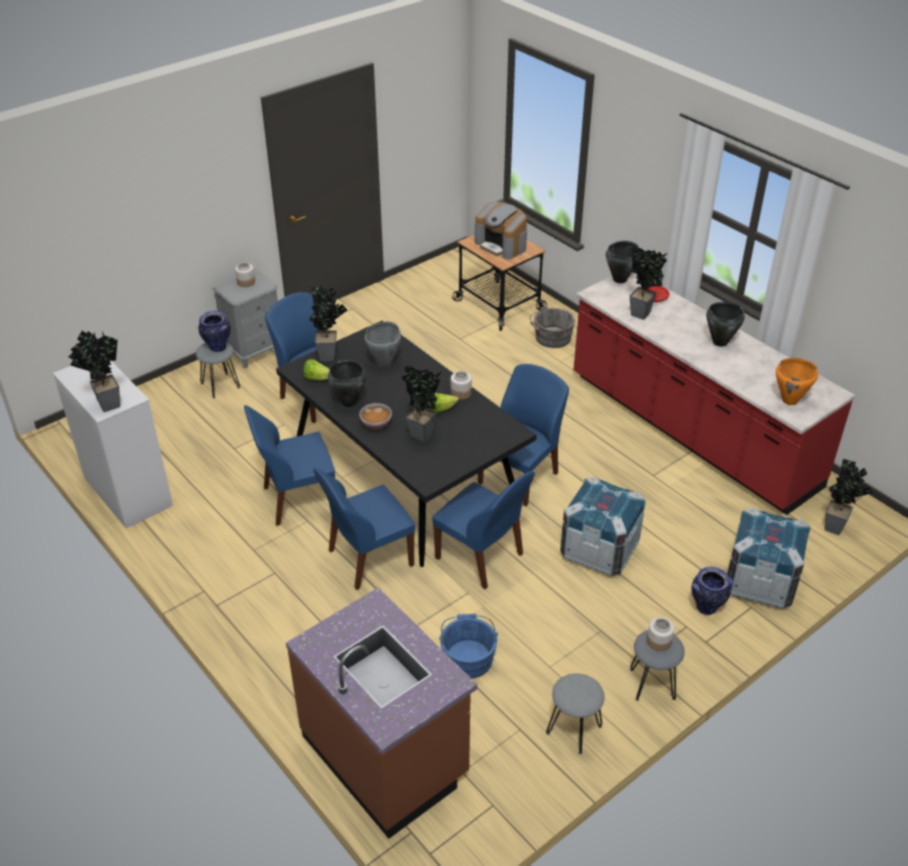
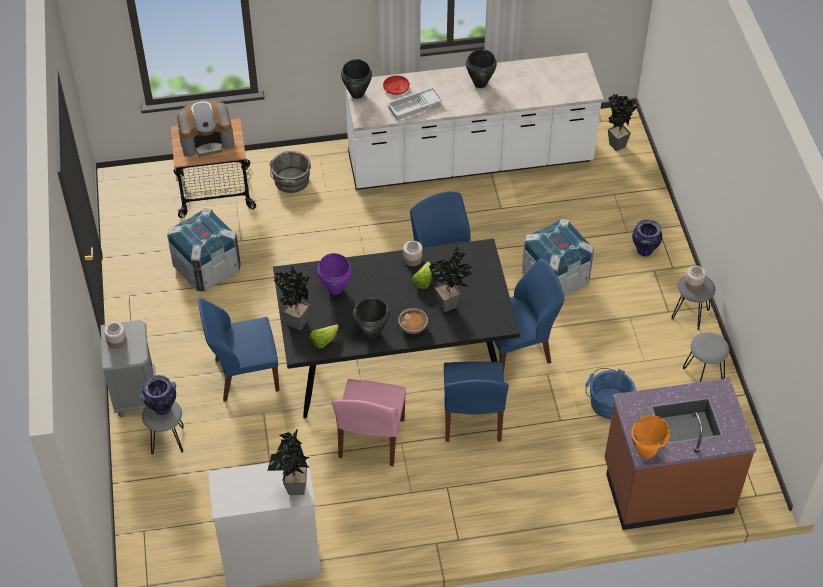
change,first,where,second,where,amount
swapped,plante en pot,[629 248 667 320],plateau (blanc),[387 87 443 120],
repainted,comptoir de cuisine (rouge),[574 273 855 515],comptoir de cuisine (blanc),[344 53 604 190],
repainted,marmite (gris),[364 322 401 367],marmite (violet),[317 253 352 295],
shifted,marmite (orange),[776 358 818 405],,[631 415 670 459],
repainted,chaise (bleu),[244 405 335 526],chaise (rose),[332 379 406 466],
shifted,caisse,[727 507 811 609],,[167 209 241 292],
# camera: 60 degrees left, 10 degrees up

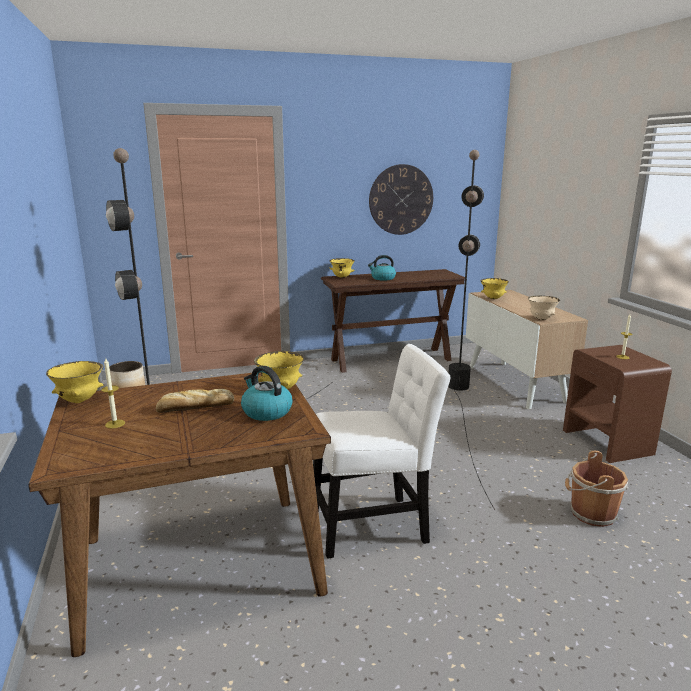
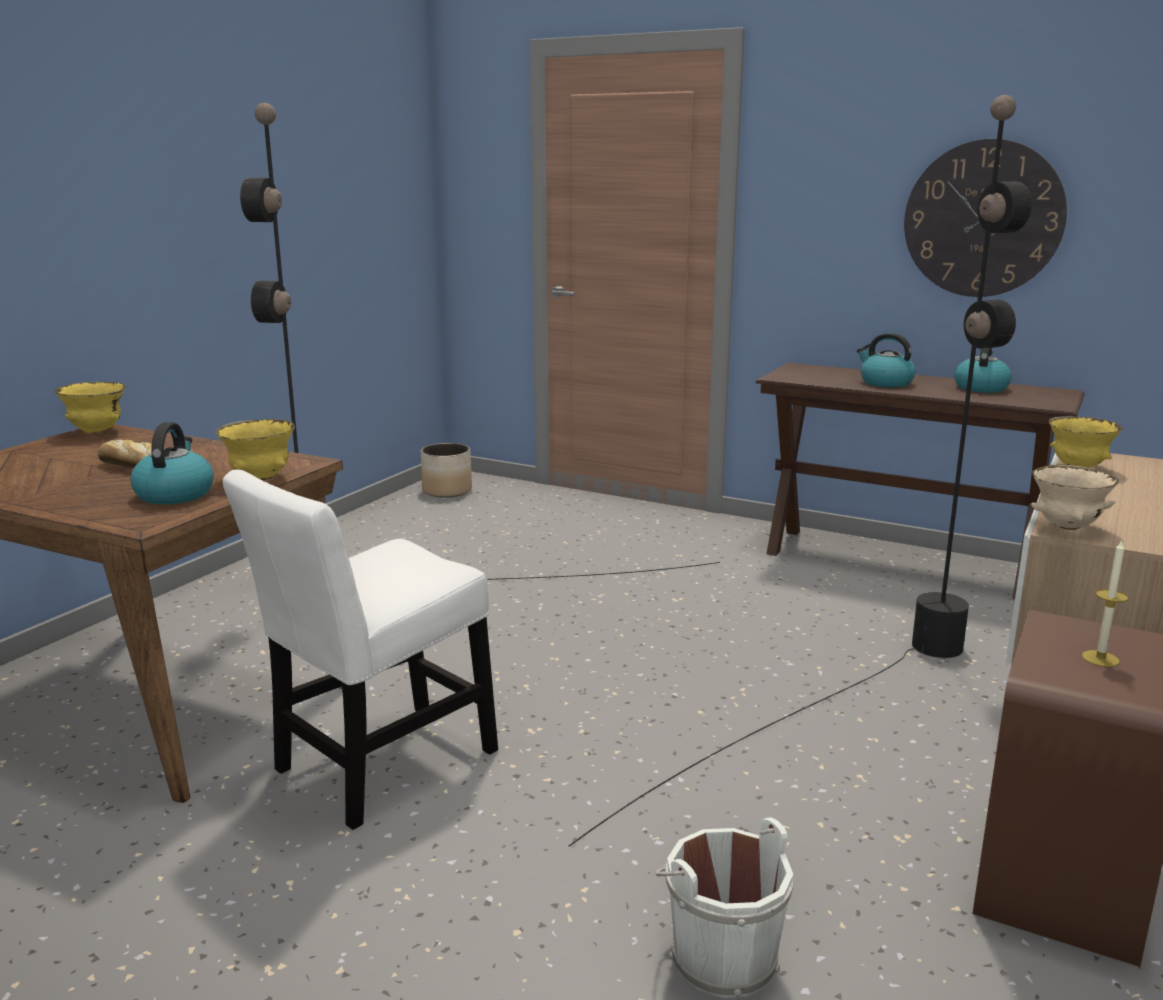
change,first,where,second,where,amount
gone,bol (jaune),[330 258 355 278],,,
rotated,chaise (blanc),[313 344 450 559],,[223 470 498 830],105 degrees clockwise
gone,bougie,[101 359 125 429],,,
repainted,seau (marron),[565 450 628 527],seau (blanc),[655 817 794 998],
new,,,bouilloire,[954 348 1012 393],
# camera: 45 degrees right, 0 degrees up

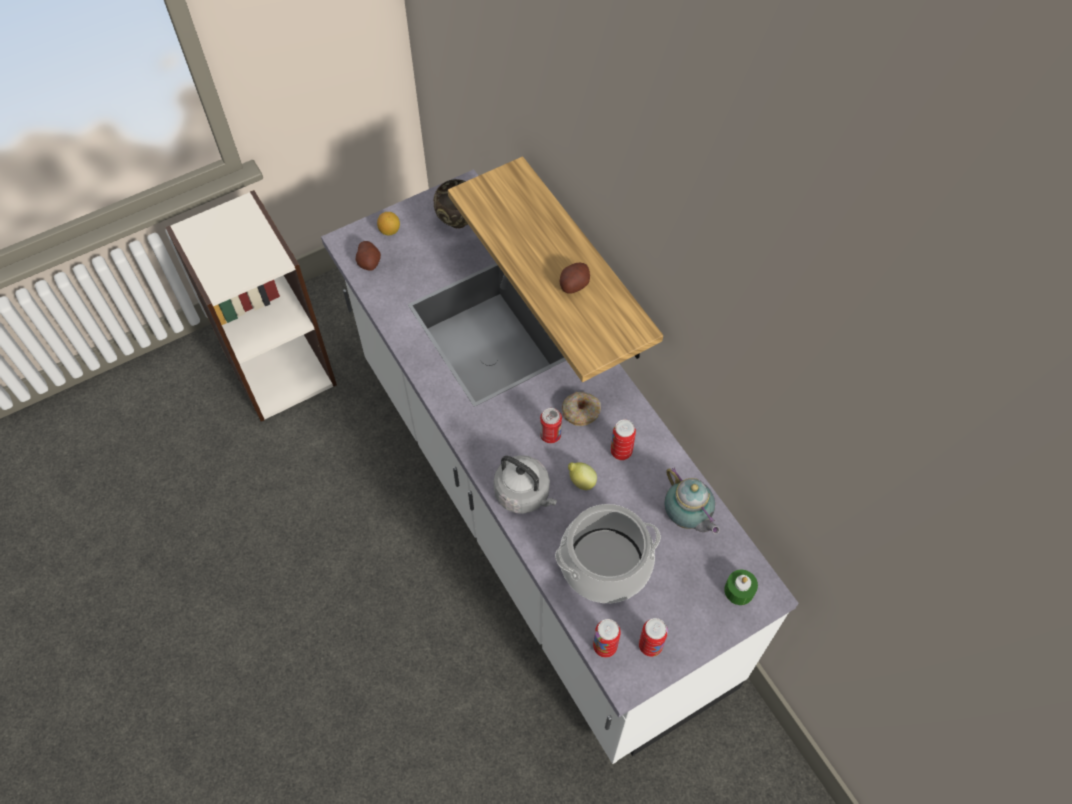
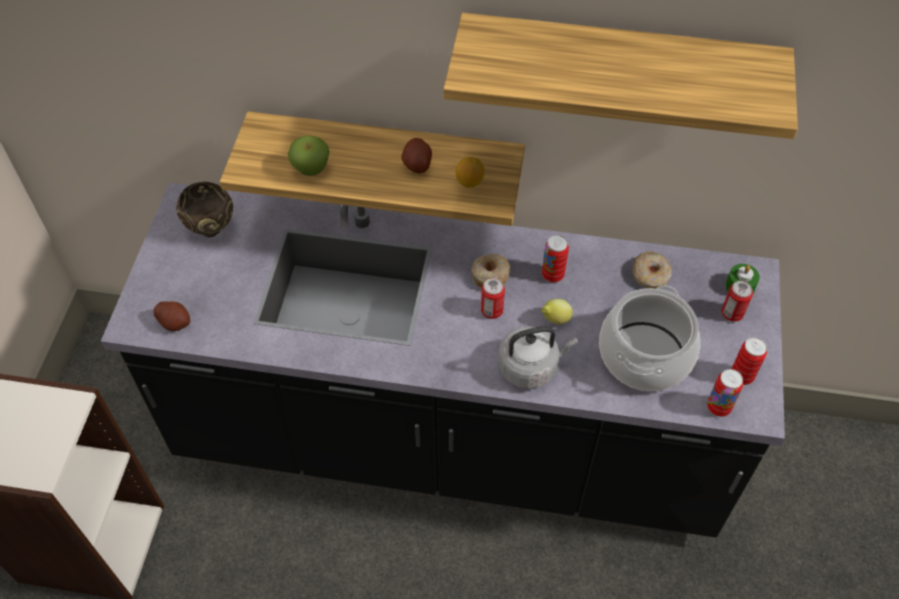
change,first,where,second,where,amount
repainted,comptoir de cuisine (blanc),[321 169 799 764],comptoir de cuisine (noir),[101 183 785 538],
shifted,citron,[377 212 400 235],,[455 157 485 188],
swapped,théière,[665 467 720 534],beignet,[633 252 672 288],
new,,,étagère,[443 13 798 139],
new,,,pomme,[288 135 330 176],
new,,,boîte métallique,[721 281 753 322],
# camera: 50 degrees left, 5 degrees down

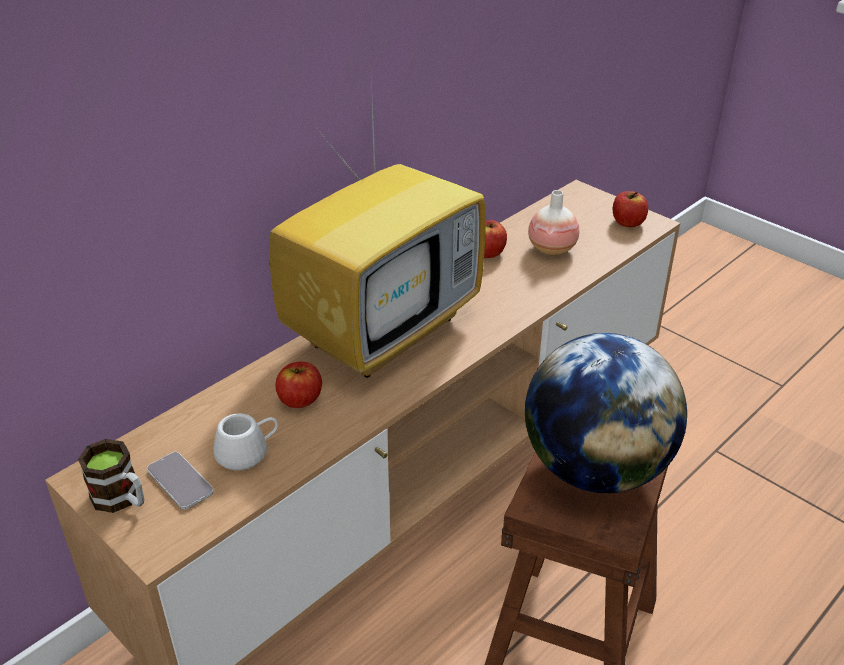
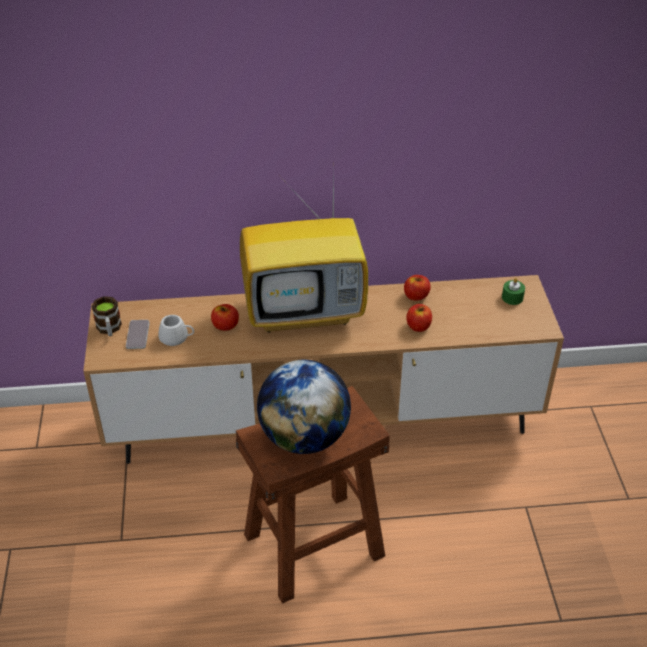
change,first,where,second,where,amount
gone,vase,[528 190 579 256],,,
shifted,pomme,[613 191 648 228],,[406 304 432 332],
new,,,bougie (vert),[502 278 525 305],
# camera: 40 degrees right, 5 degrees up

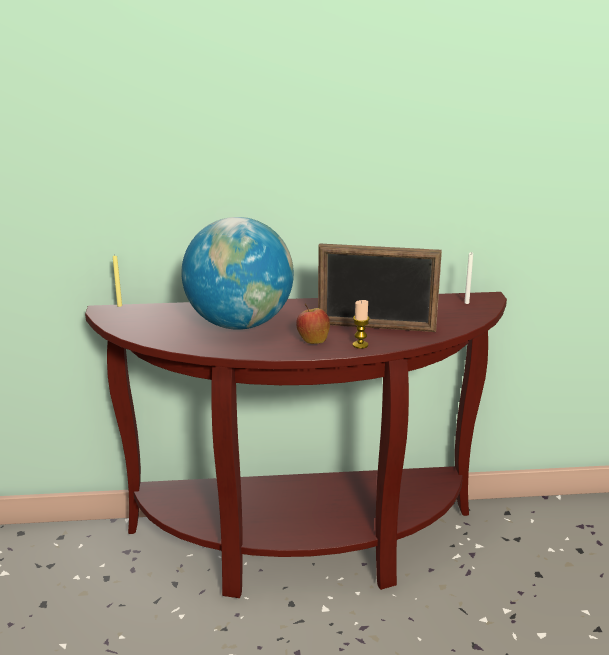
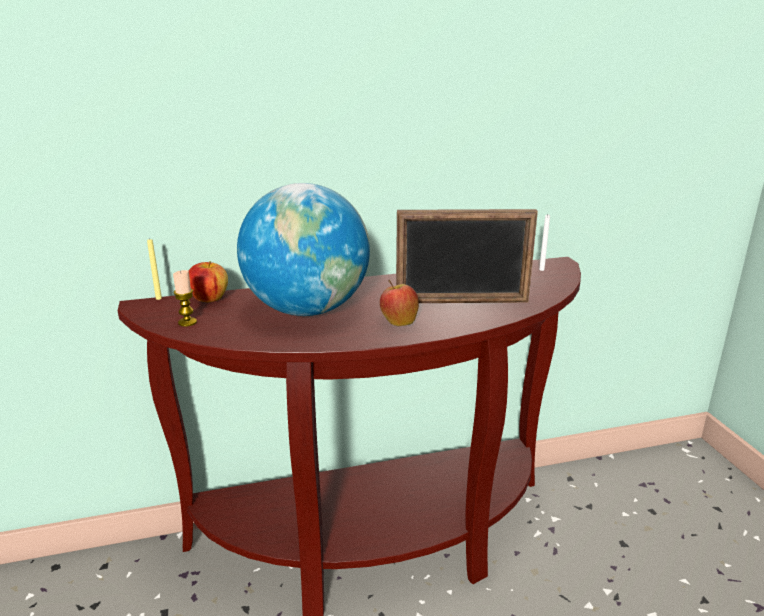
change,first,where,second,where,amount
shifted,bougie,[353 300 369 349],,[173 270 197 327],
new,,,pomme,[189 261 228 303],
# camera: 10 degrees left, 0 degrees up

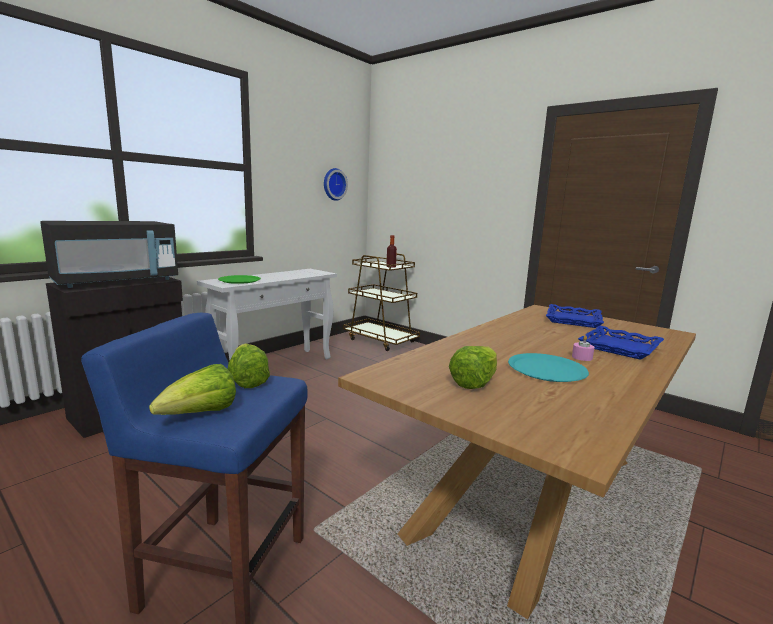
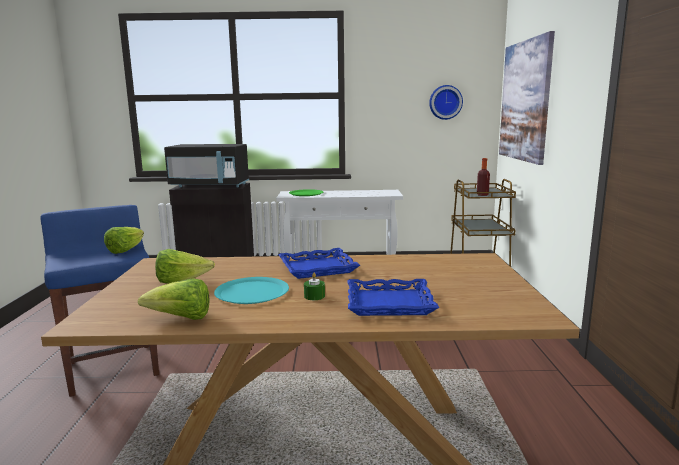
change,first,where,second,where,amount
shifted,plateau (bleu),[546 304 604 328],,[278 248 360 279],
repainted,bougie (rose),[572 335 595 361],bougie (vert),[304 273 325 300],
shifted,laitue,[149 364 236 415],,[138 278 210 320],
new,,,tableau,[499 31 555 165],
# camera: 50 degrees right, 0 degrees up

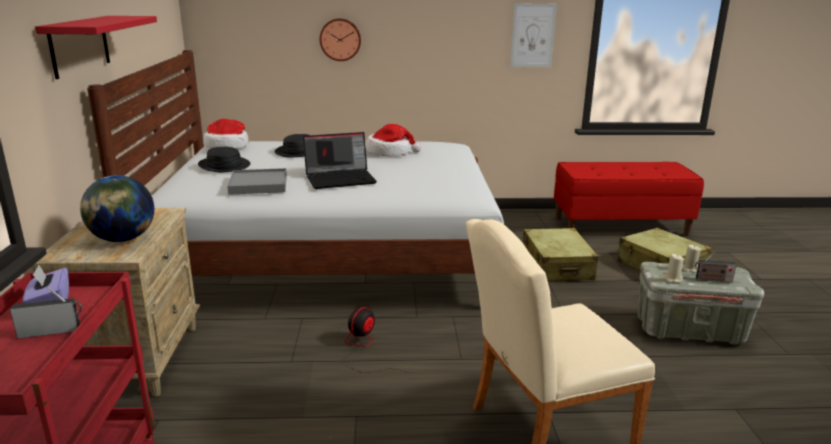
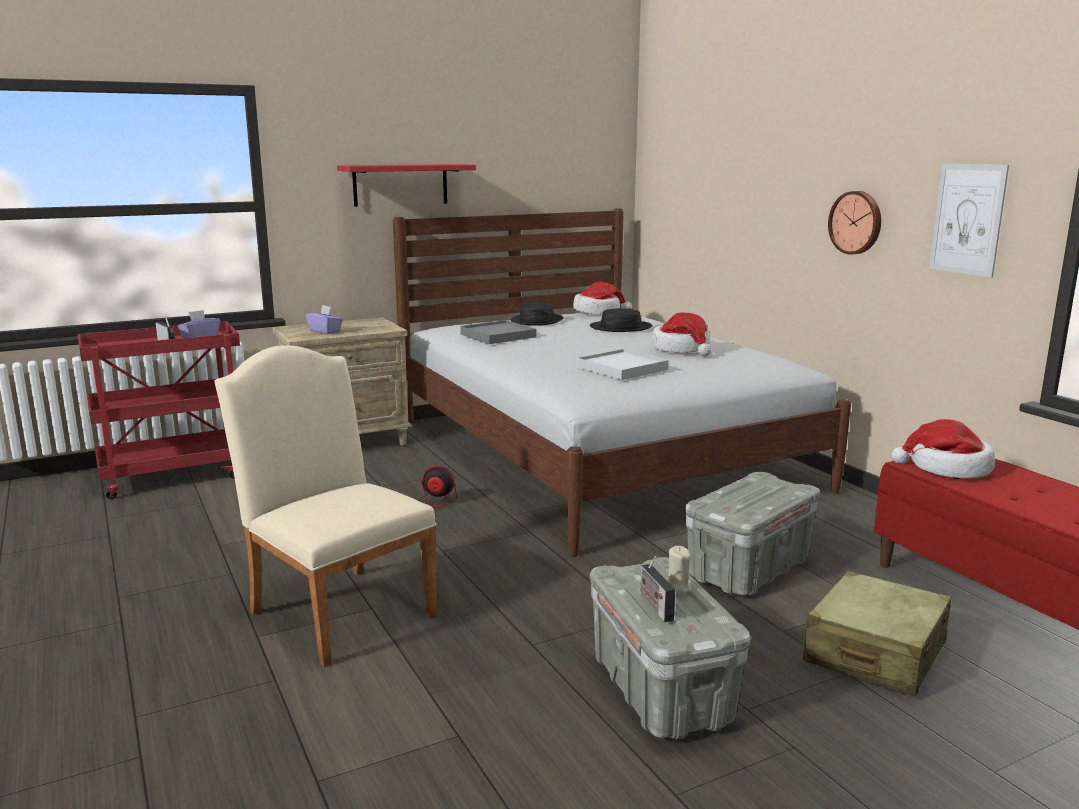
change,first,where,second,where,amount
shifted,horloge murale,[319 18 361 61],,[828 191 881 255],
gone,ordinateur portable,[303 132 377 189],,,
swapped,globe,[80 175 154 242],boîte à mouchoirs (violet),[306 305 343 334],
swapped,valise (beige),[523 228 599 281],boîte de rangement (gris),[685 472 820 596],
gone,bougie (beige),[664 254 684 283],,,
new,,,plateau (blanc),[577 349 669 380],
new,,,chapeau,[891 419 995 478],
# camera: 65 degrees right, 5 degrees down

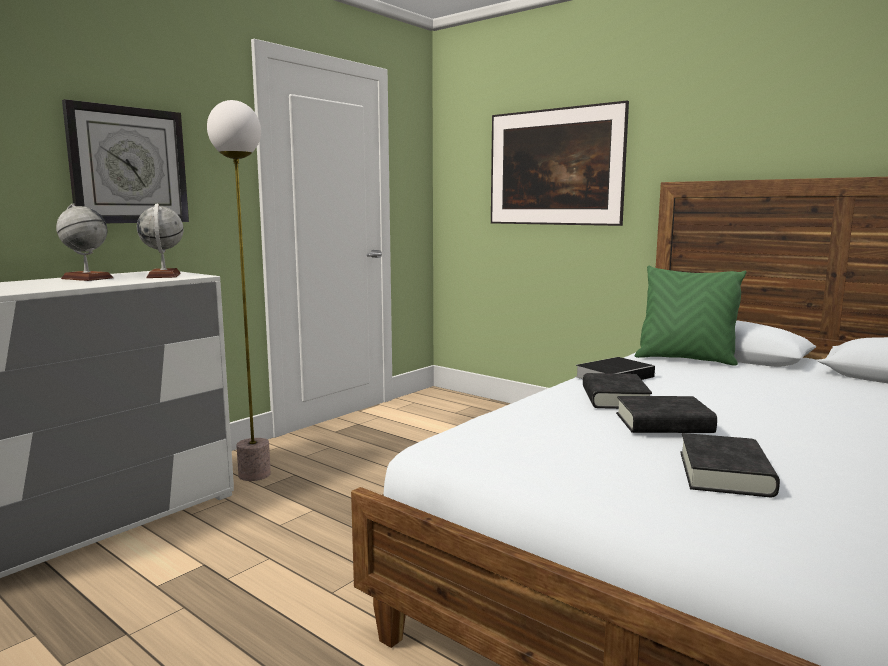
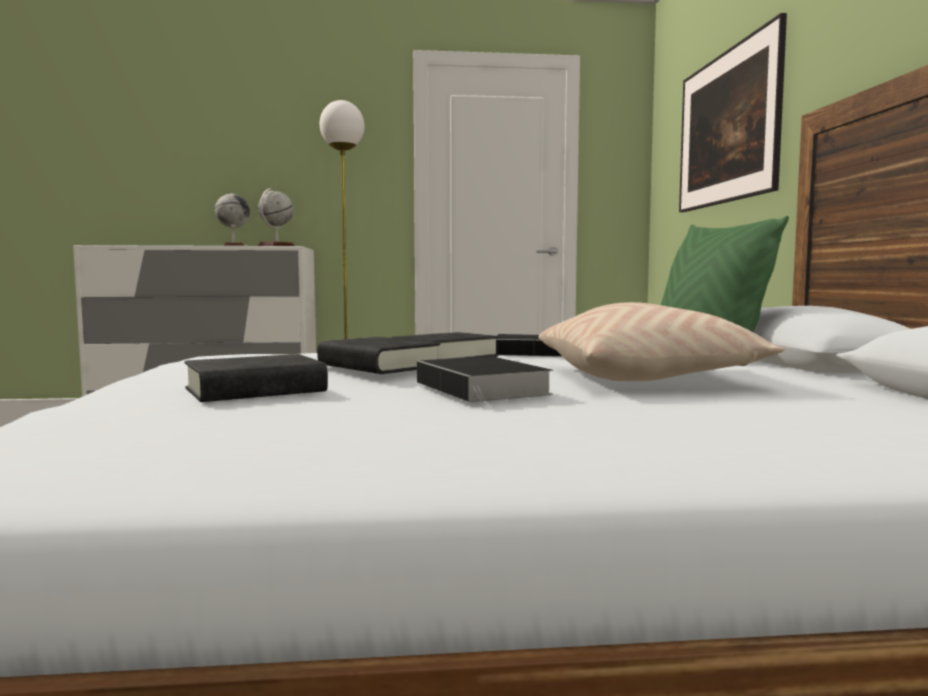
change,first,where,second,where,amount
gone,horloge murale,[62 99 189 223],,,
new,,,coussin (beige),[539 302 785 381],
new,,,livre,[417 356 553 406],
# camera: 45 degrees right, 5 degrees down

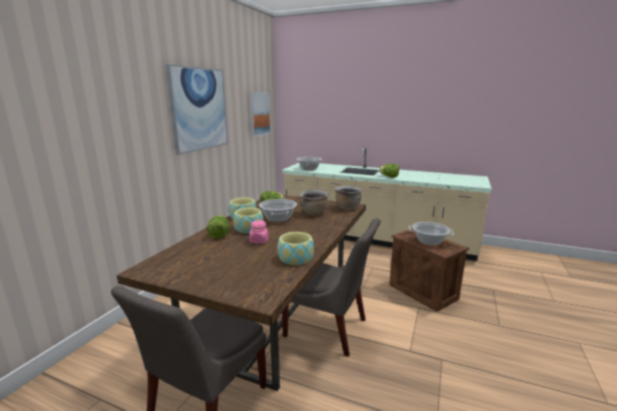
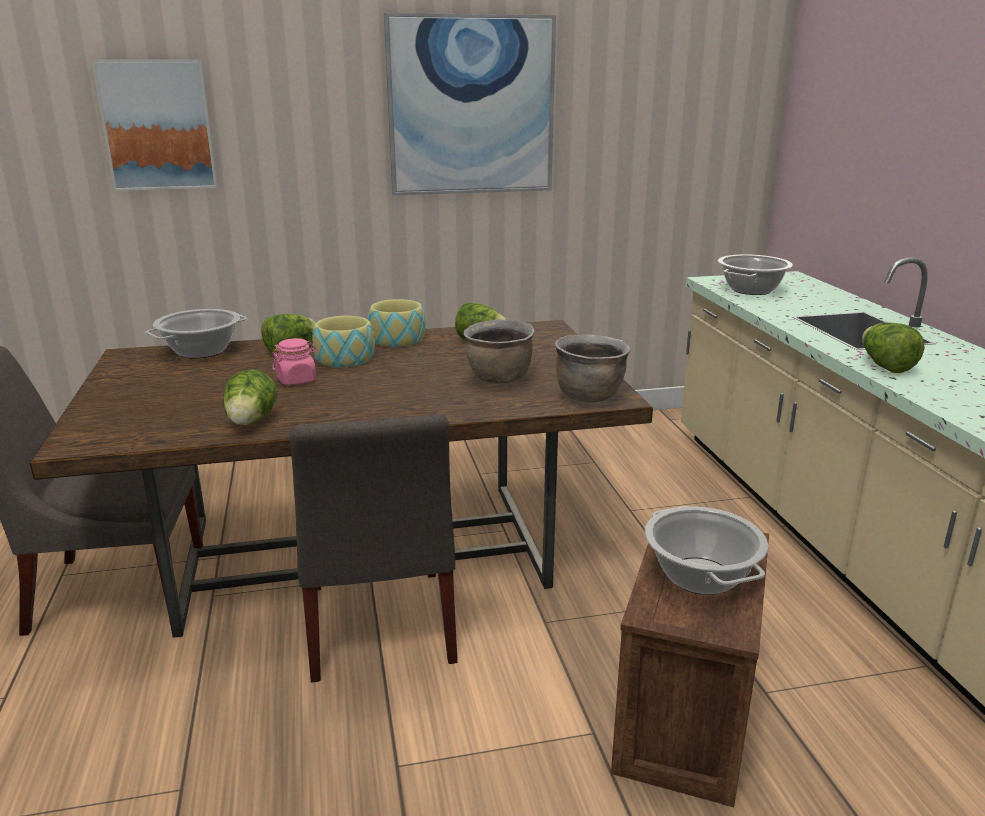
change,first,where,second,where,amount
shifted,tableau,[249 92 271 137],,[91 59 218 191],
shifted,marmite,[259 199 297 222],,[145 309 247 358],
swapped,bol,[278 232 314 265],laitue,[223 369 277 425],
# camera: 55 degrees right, 5 degrees up

